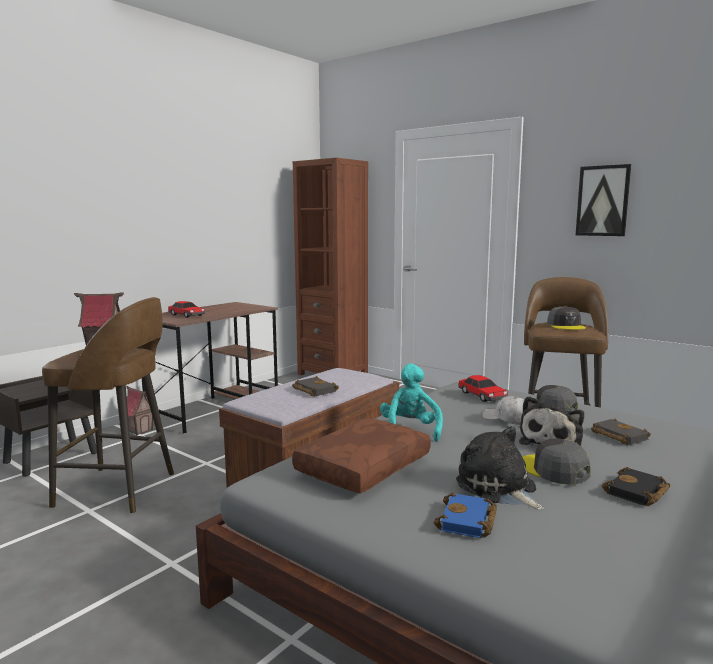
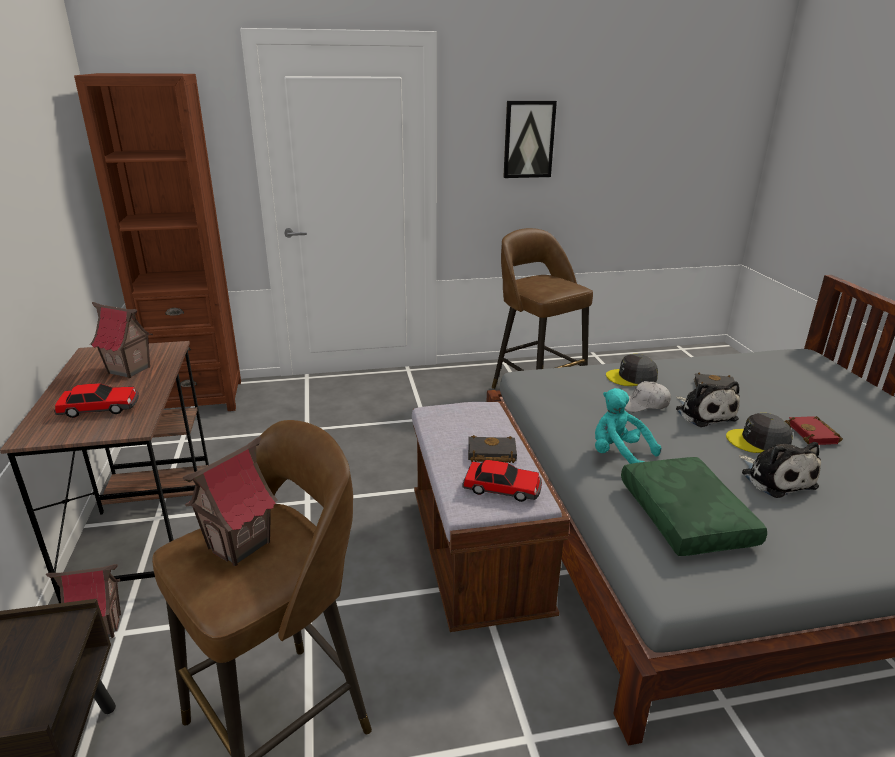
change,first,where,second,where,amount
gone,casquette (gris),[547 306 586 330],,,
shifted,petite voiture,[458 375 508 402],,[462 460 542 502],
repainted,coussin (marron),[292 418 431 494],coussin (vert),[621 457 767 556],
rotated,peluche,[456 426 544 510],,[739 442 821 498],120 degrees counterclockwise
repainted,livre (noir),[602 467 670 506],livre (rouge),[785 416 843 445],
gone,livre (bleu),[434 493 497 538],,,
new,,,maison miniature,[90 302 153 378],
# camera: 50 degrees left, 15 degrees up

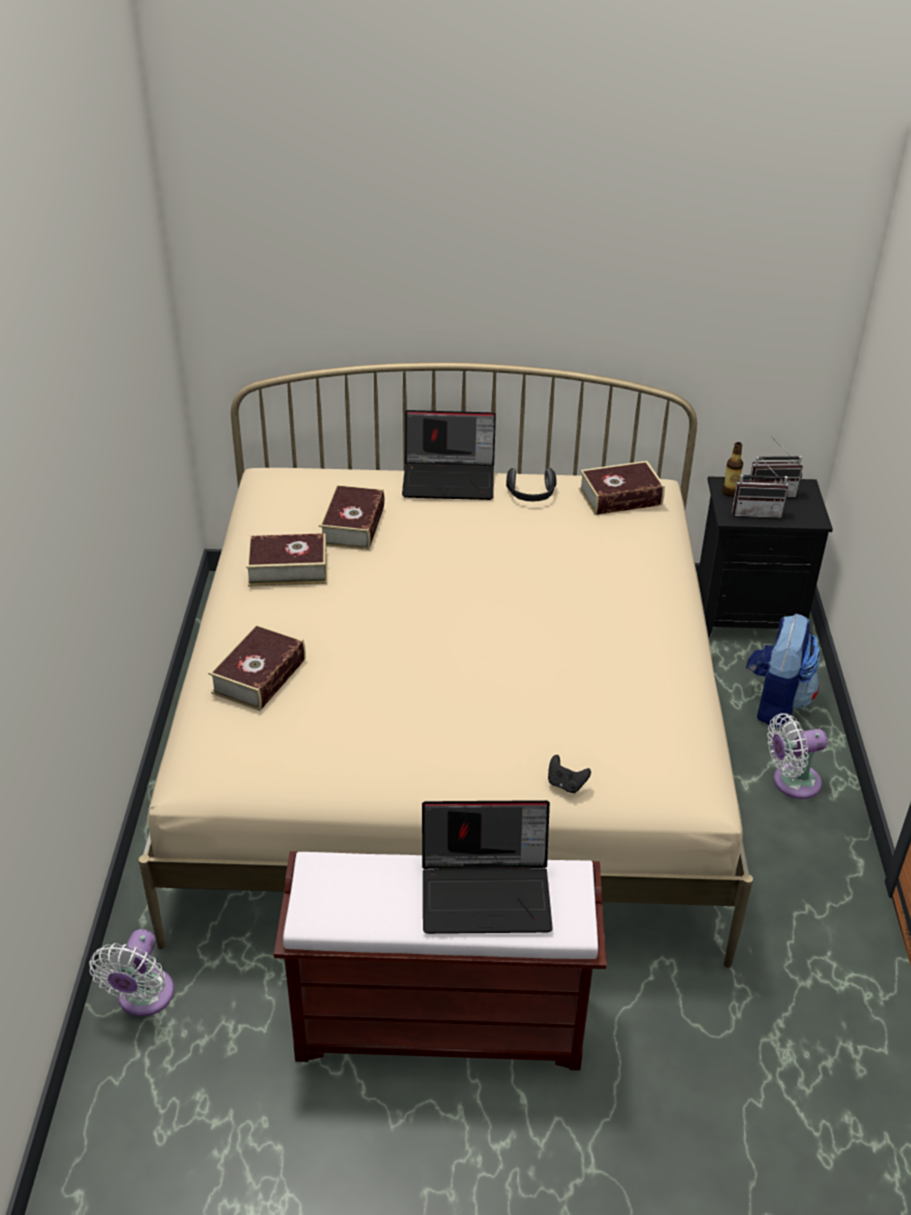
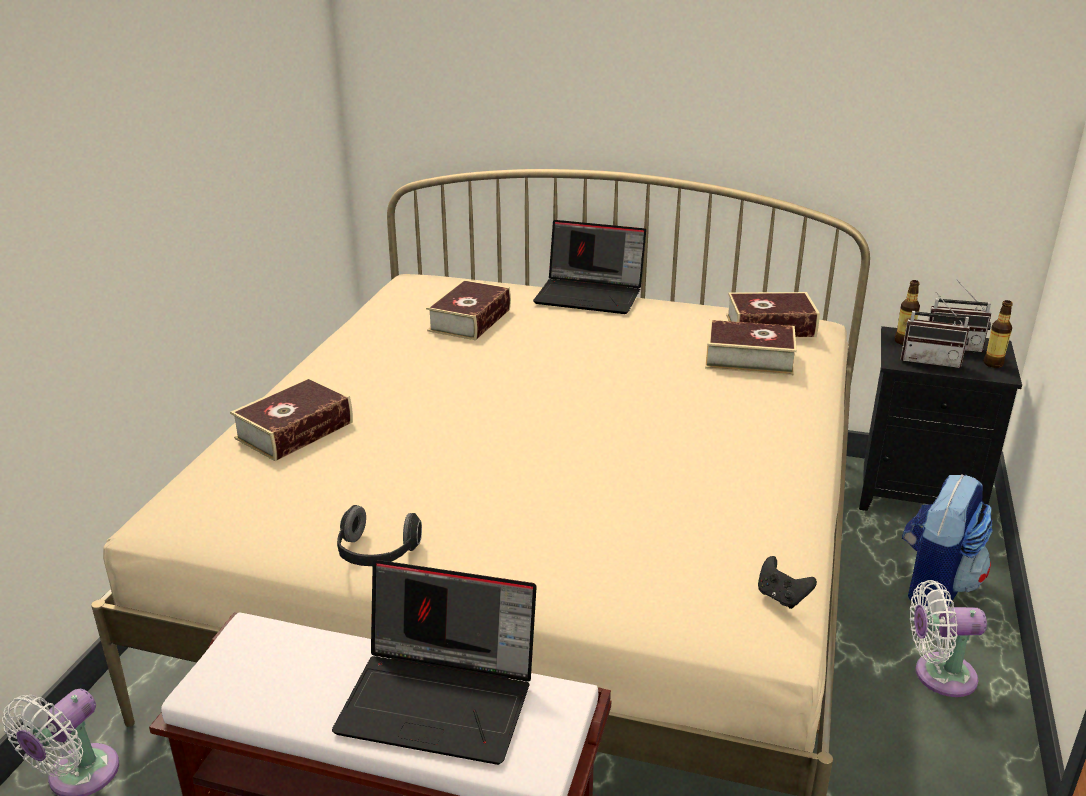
change,first,where,second,where,amount
shifted,casque audio,[506 468 557 502],,[337 505 422 566],
shifted,livre,[246 533 327 587],,[705 320 797 375],
shifted,manette (noir),[548 755 591 793],,[758 556 817 609],
new,,,bouteille,[984 300 1013 368],
# camera: 15 degrees right, 10 degrees down

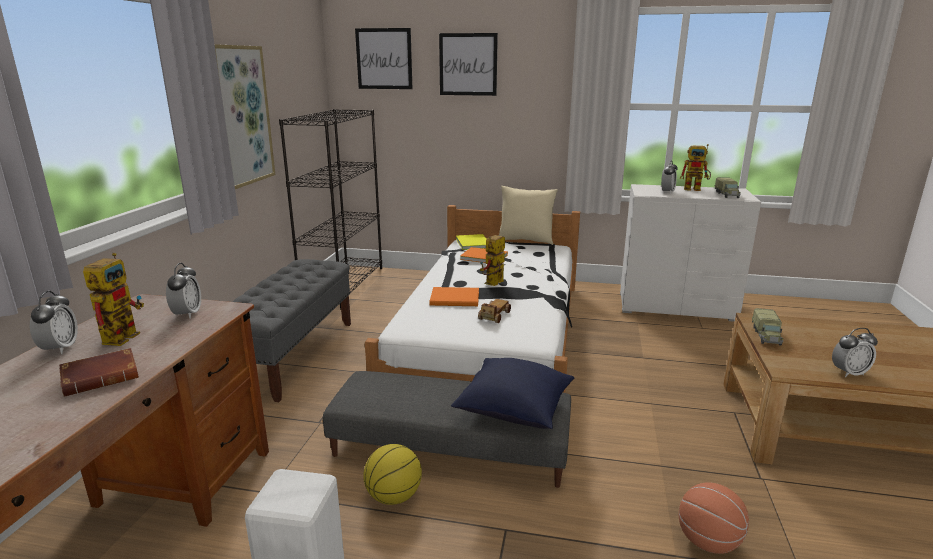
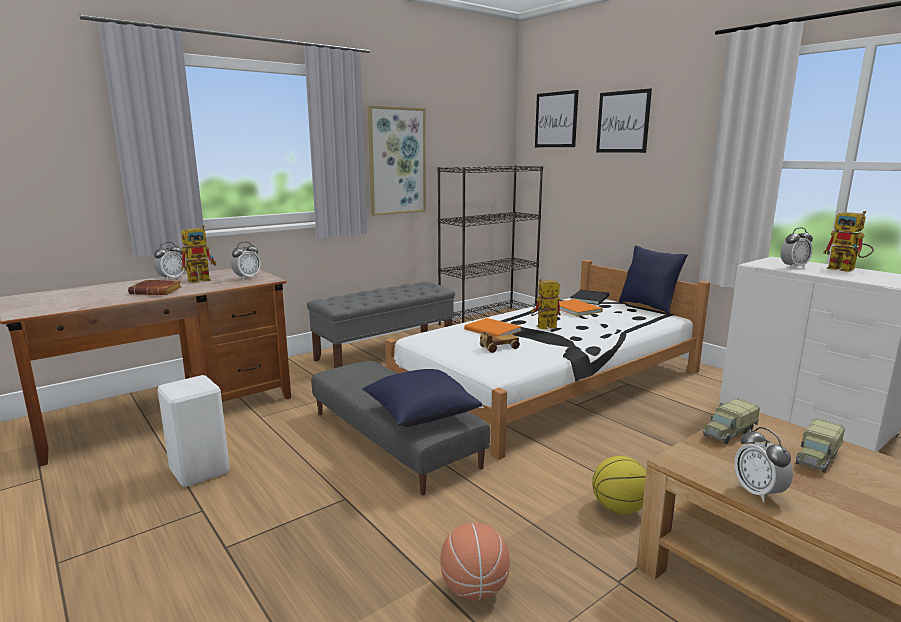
change,first,where,second,where,amount
shifted,camion jouet,[715 177 741 198],,[796 418 845 473],
repainted,coussin (beige),[499 186 558 245],coussin (bleu),[619 245 688 314],
repainted,livre (jaune),[456 234 486 250],livre (noir),[570 290 609 305],
rotated,réveil,[832 328 878 378],,[734 427 793 503],45 degrees clockwise
shifted,ballon de basket,[363 444 422 505],,[592 456 646 515],
# camera: 40 degrees right, 5 degrees down

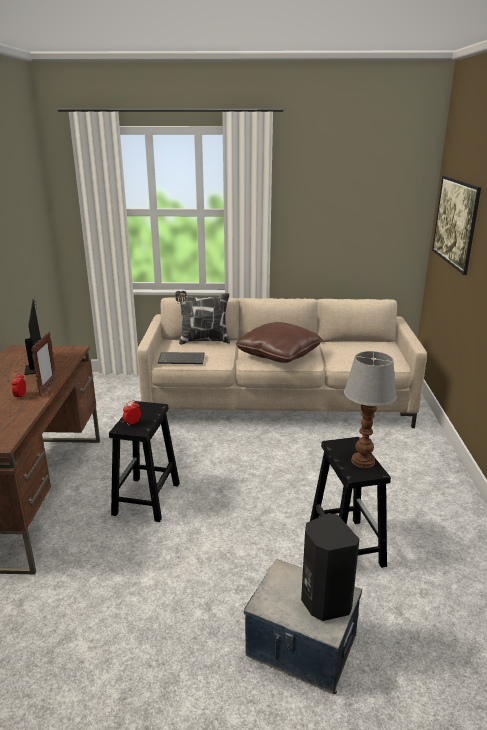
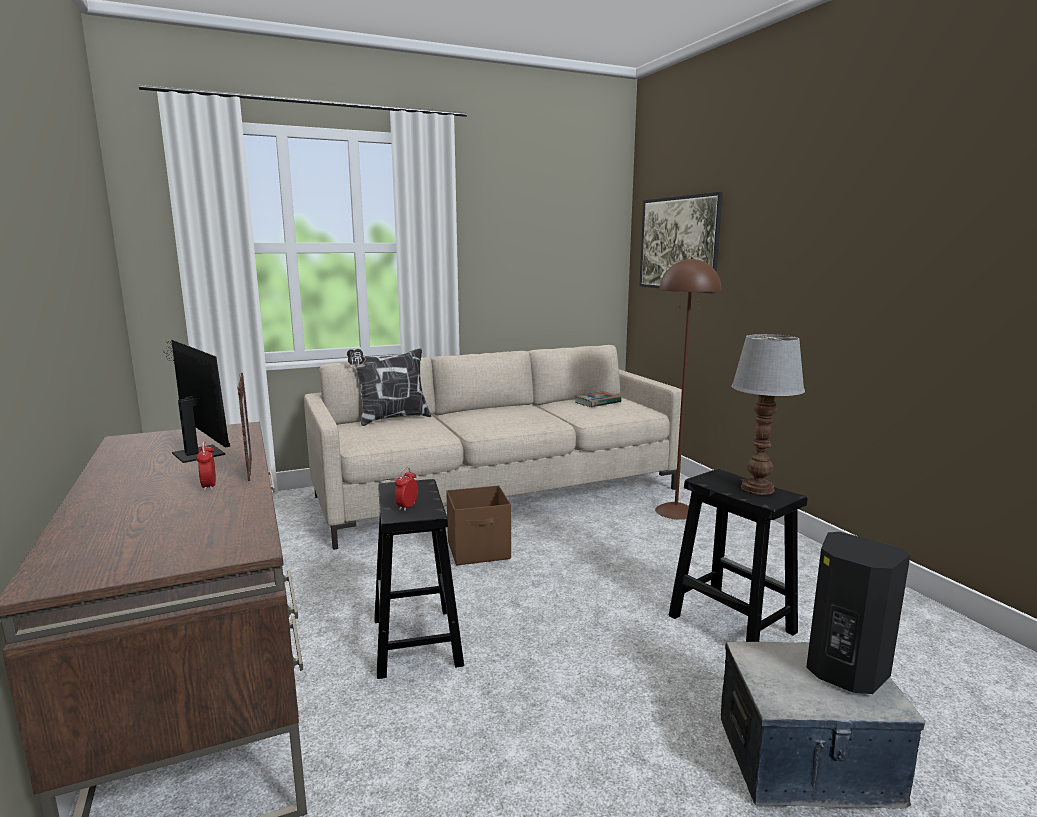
change,first,where,second,where,amount
gone,coussin (marron),[236 322 323 363],,,
gone,clavier,[158 352 205 364],,,
new,,,lampadaire (marron),[655 257 721 520],
new,,,livre,[575 391 622 407],
new,,,boîte de rangement (marron),[446 485 511 565],
# camera: 25 degrees left, 10 degrees down

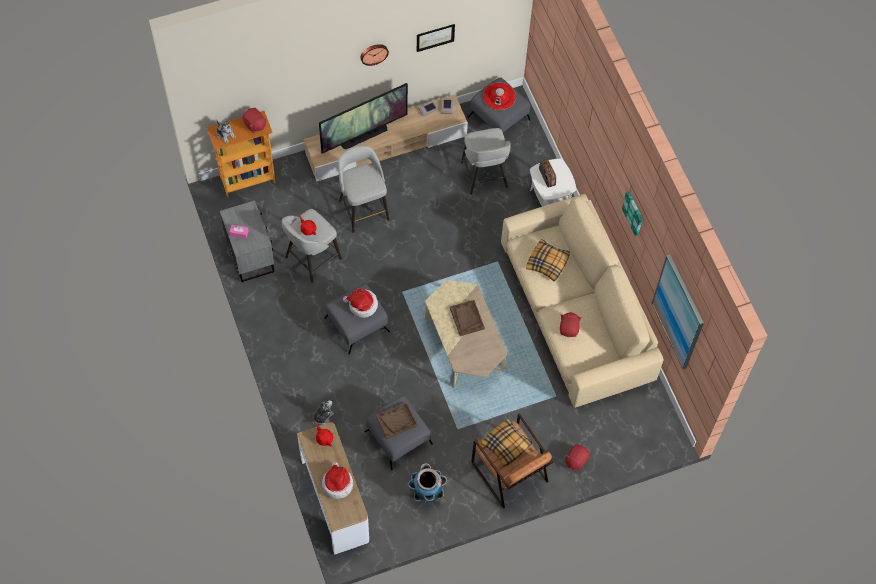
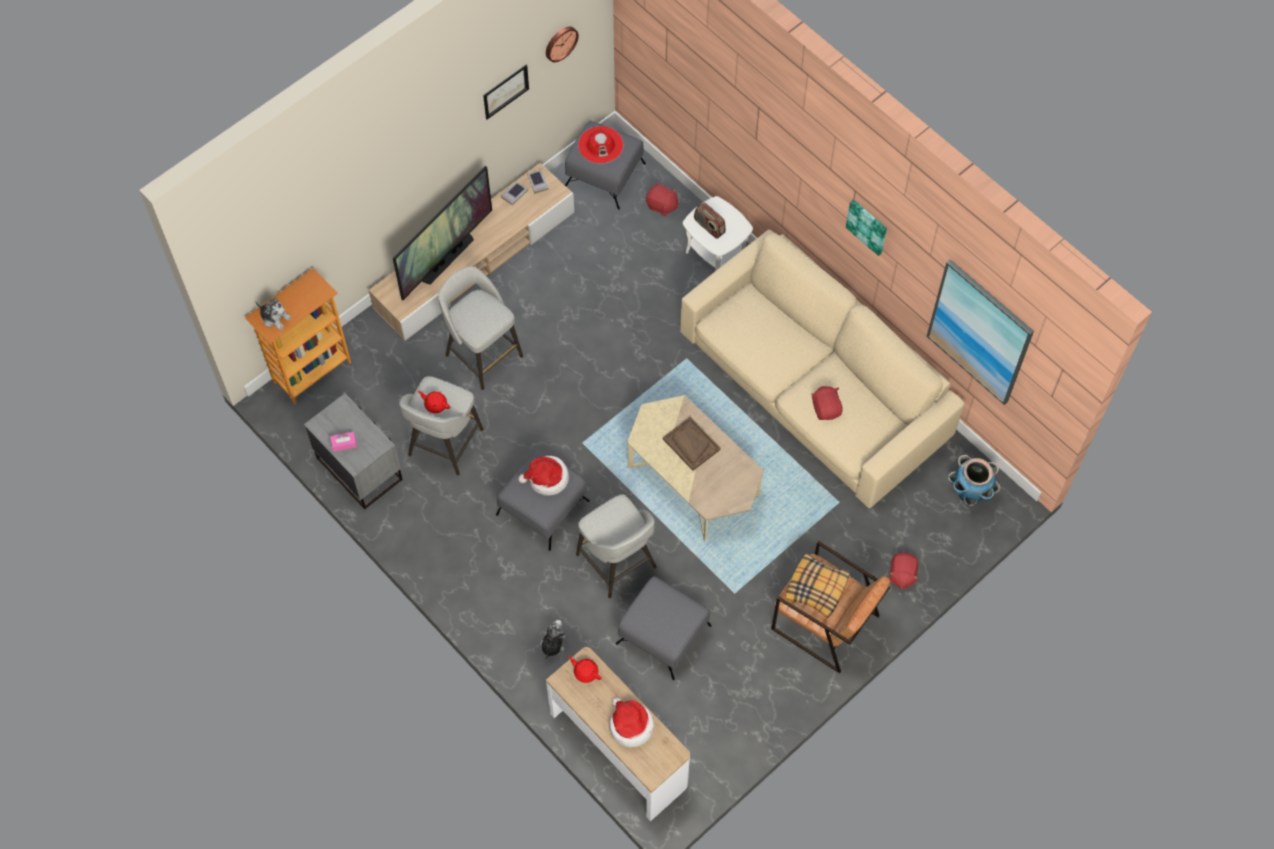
change,first,where,second,where,amount
shifted,horloge murale,[360 44 389 66],,[546 27 579 62],
shifted,peluche (rouge),[242 108 266 133],,[646 184 679 216],
shifted,tabouret (gris),[461 128 511 195],,[576 494 657 598],
gone,coussin,[526 239 570 282],,,
gone,plateau (marron),[376 402 418 439],,,
shifted,cache-pot,[408 463 447 502],,[948 455 1000 506],
# camera: 20 degrees left, 0 degrees up

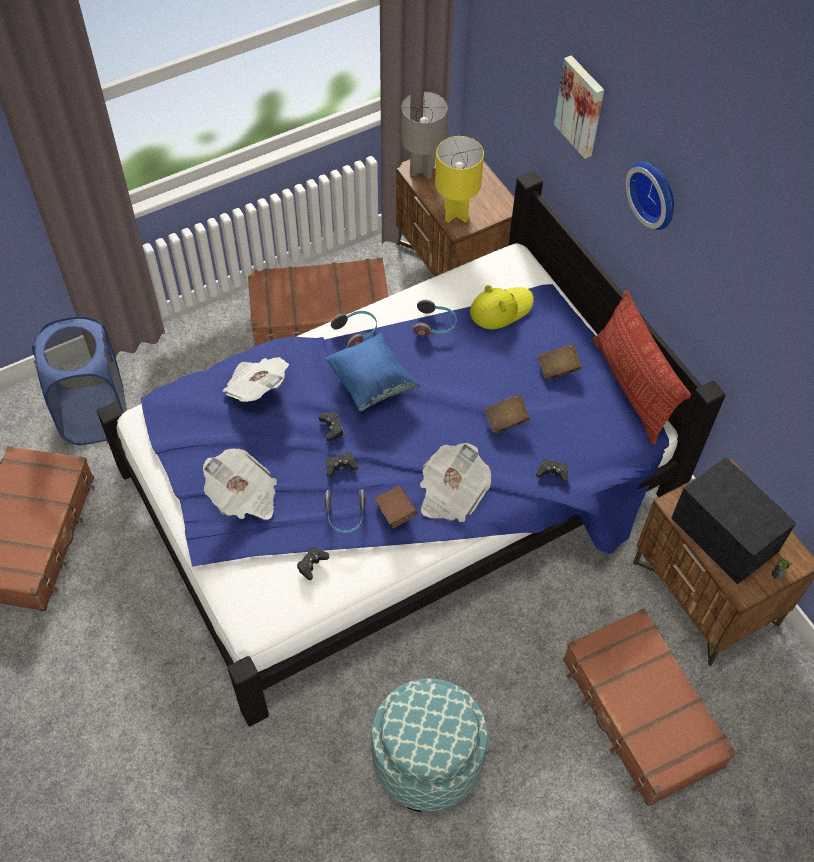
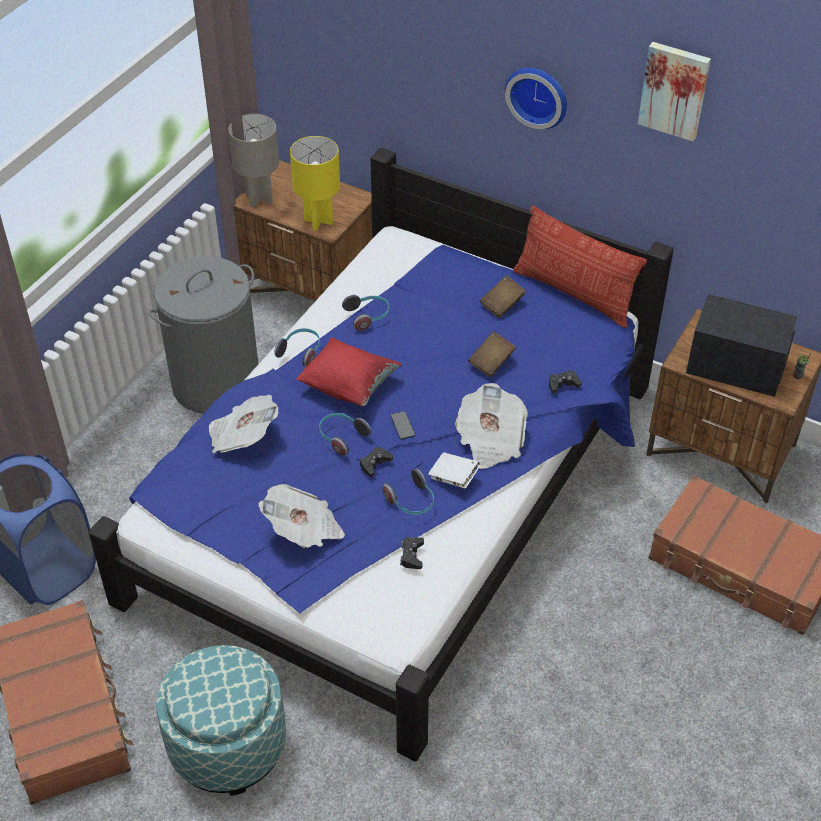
change,first,where,second,where,amount
shifted,tableau,[554 55 604 159],,[638 42 711 141],
swapped,valise (marron),[248 257 389 346],panier à linge (gris),[149 256 258 414],
gone,chapeau (jaune),[470 285 534 329],,,
repainted,coussin (bleu),[325 333 421 411],coussin (rouge),[296 337 401 406],
swapped,manette (noir),[319 412 344 441],casque audio,[319 413 371 456],
repainted,livre (marron),[375 486 418 528],livre (blanc),[428 452 480 488],
shifted,pouf,[371 678 488 812],,[156 645 286 796],
new,,,téléphone,[390 411 415 440],
# camera: 30 degrees left, 10 degrees down

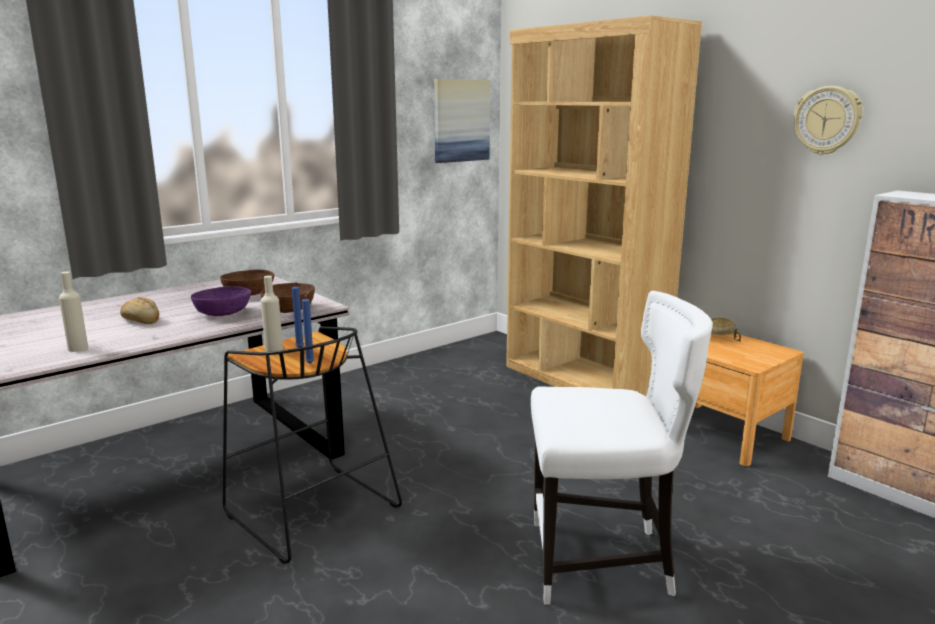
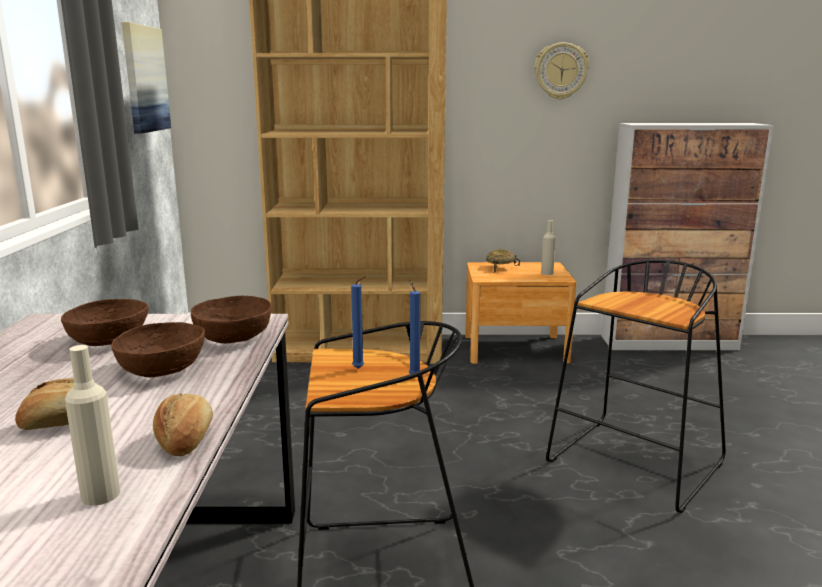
change,first,where,second,where,amount
shifted,bouteille (beige),[261 276 283 352],,[541 220 556 275],
repainted,bol (violet),[191 286 251 316],bol (marron),[111 322 205 377],
swapped,chaise (blanc),[531 291 713 605],tabouret (noir),[546 260 726 513],
new,,,pain,[153 393 213 456],
# camera: 50 degrees left, 0 degrees up

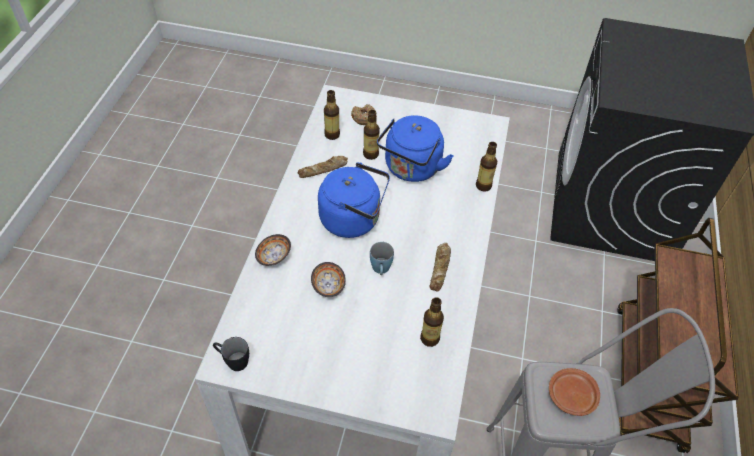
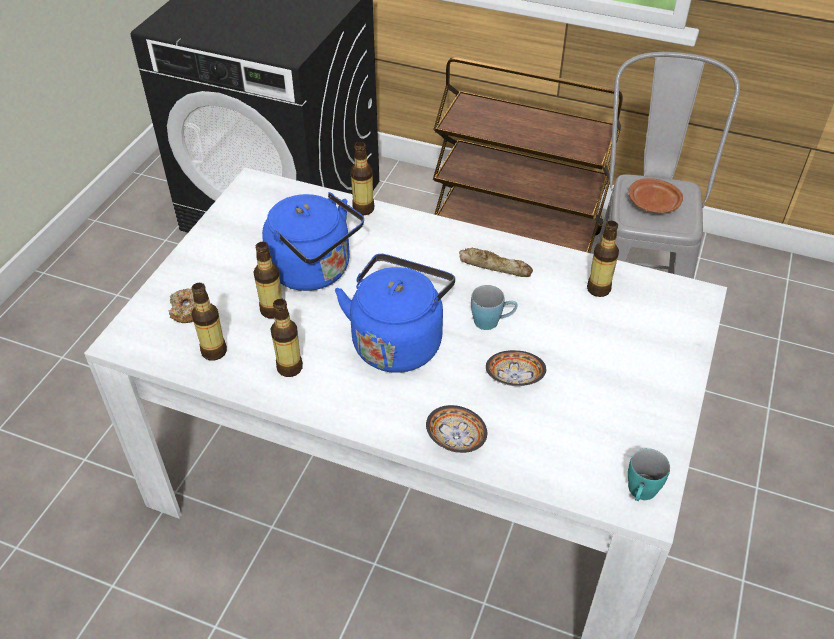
change,first,where,second,where,amount
swapped,pain,[298 156 348 178],bouteille,[270 299 303 377],
repainted,mug (noir),[213 337 249 371],mug (turquoise),[628 448 670 501],
# camera: 80 degrees left, 5 degrees down

